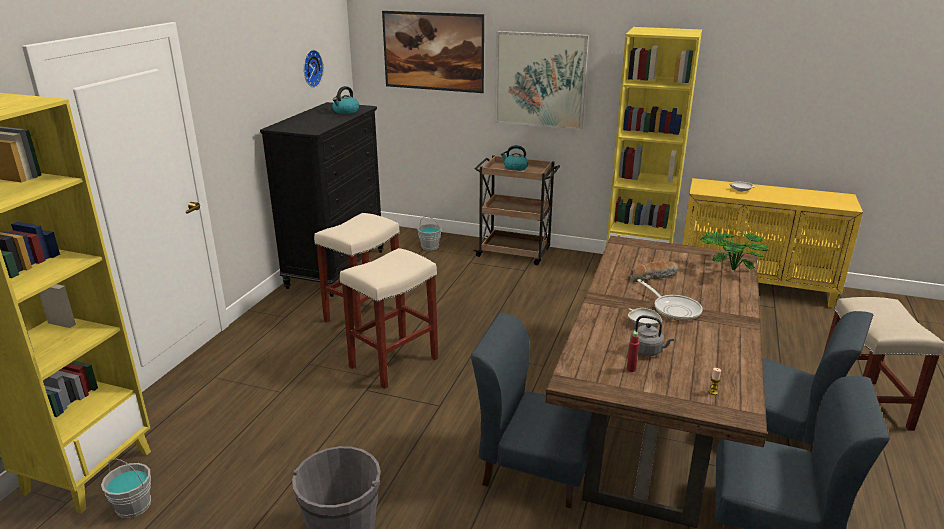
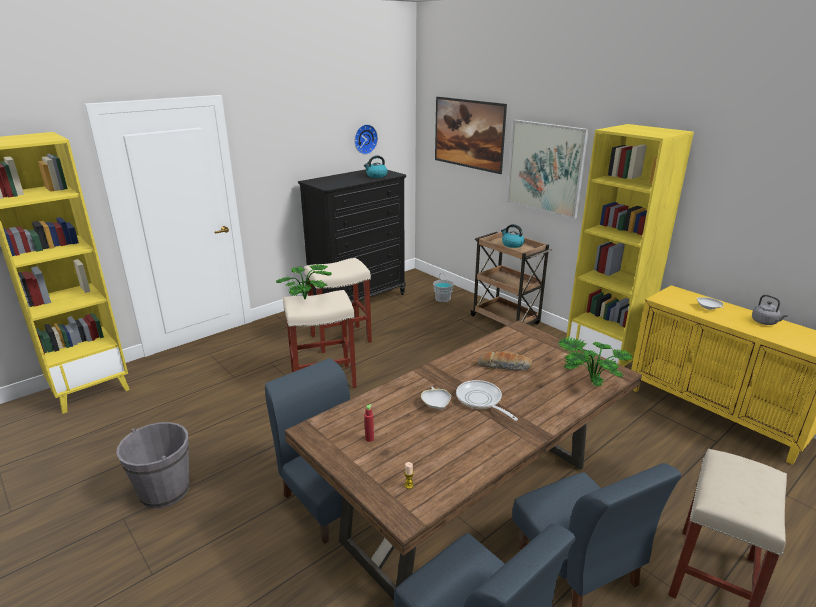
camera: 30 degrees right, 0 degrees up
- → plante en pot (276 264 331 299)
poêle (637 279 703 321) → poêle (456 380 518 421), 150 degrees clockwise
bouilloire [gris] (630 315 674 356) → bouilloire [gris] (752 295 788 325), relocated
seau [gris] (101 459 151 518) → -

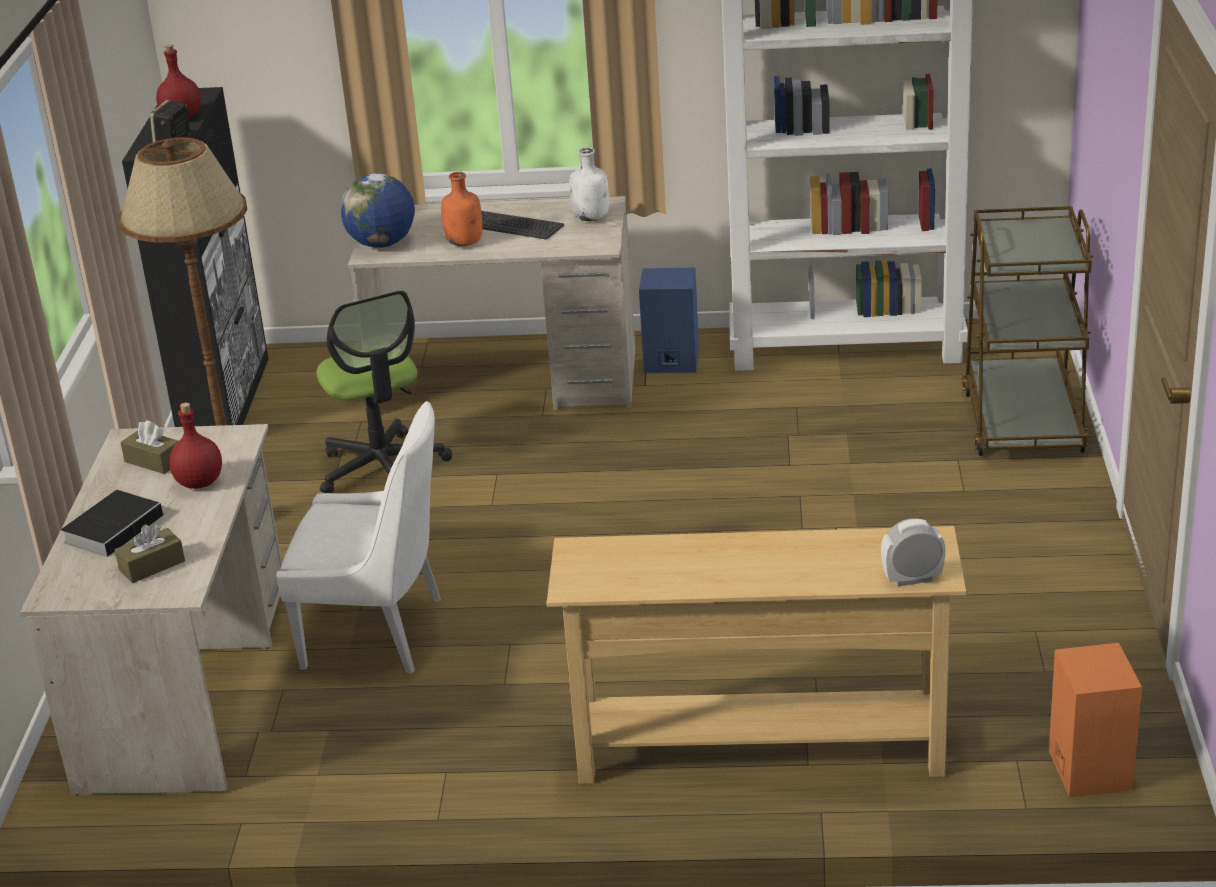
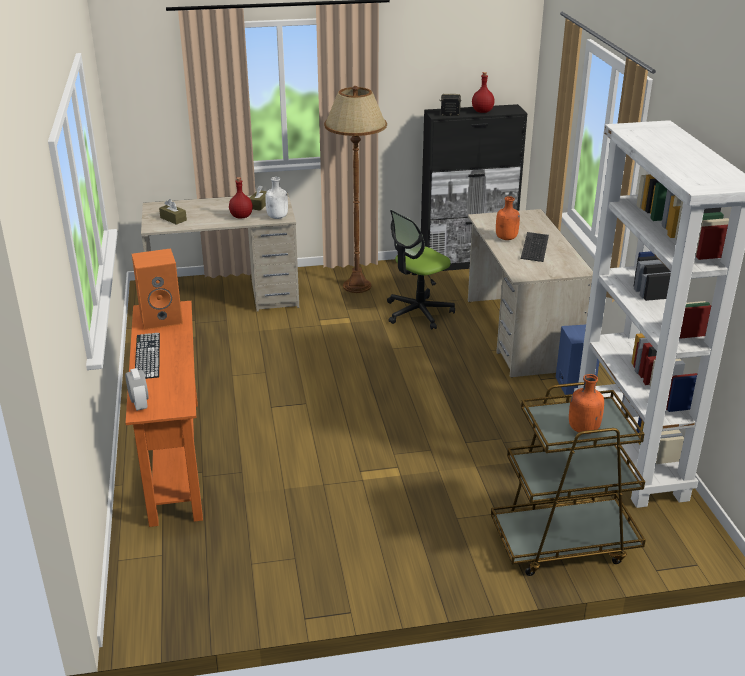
camera: 75 degrees right, 0 degrees up
table console [beige] (547 526 966 784) → table console [orange] (126 301 203 527)
enceinte [orange] (1049 643 1142 798) → enceinte [orange] (132 248 183 330), relocated
- → clavier (135 333 160 379)
bouteille [blanc] (569 148 609 221) → bouteille [blanc] (265 177 288 219), relocated
- → bouteille [orange] (569 374 604 434)
livre (61 490 171 557) → -
chaise [blanc] (276 401 441 674) → -
globe (341 173 415 248) → -

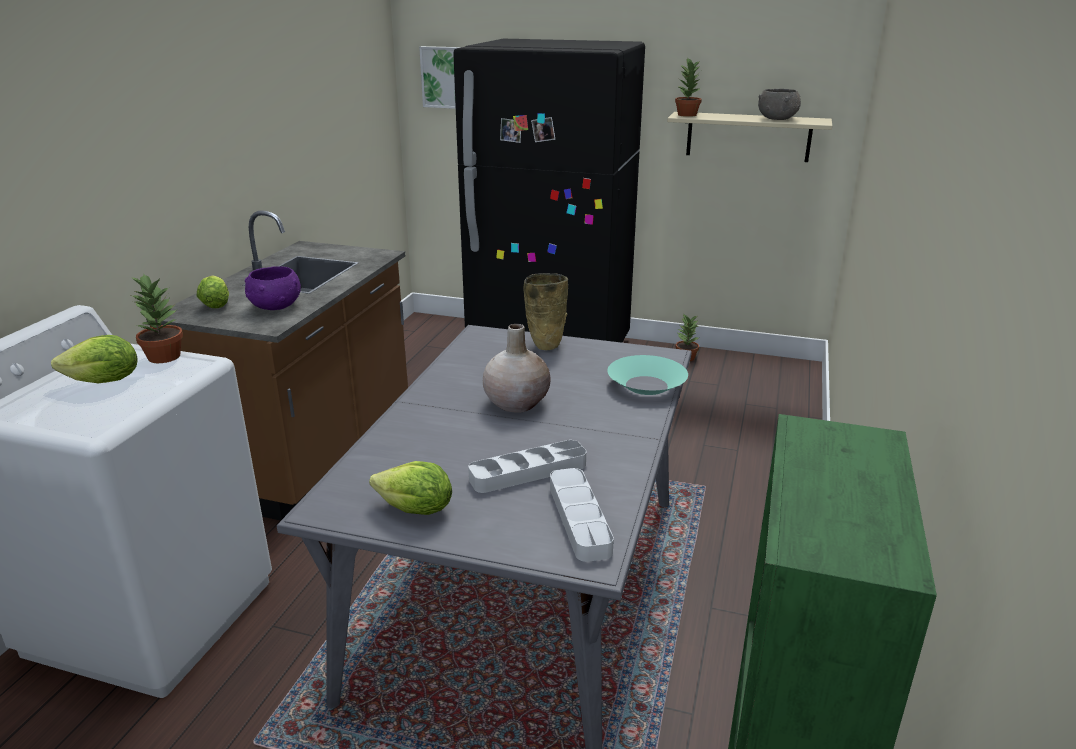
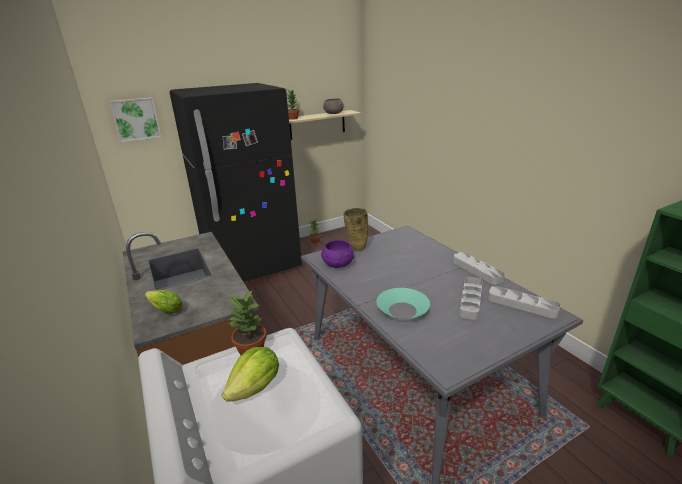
camera: 45 degrees left, 0 degrees up
bol [violet] (245 266 301 310) → bol [violet] (321 240 354 268), relocated
bol [turquoise] (607 355 688 395) → bol [turquoise] (376 288 430 319), relocated
- → plateau [gris] (453 252 505 285)
laitue (369 461 452 515) → -
vase [beige] (483 324 551 413) → -

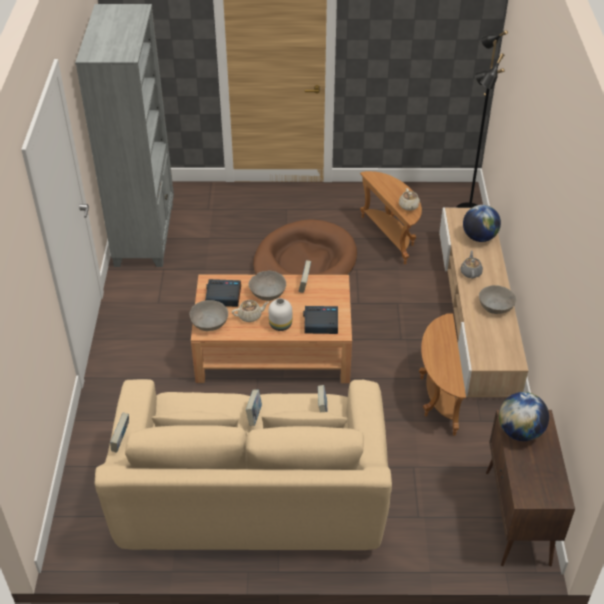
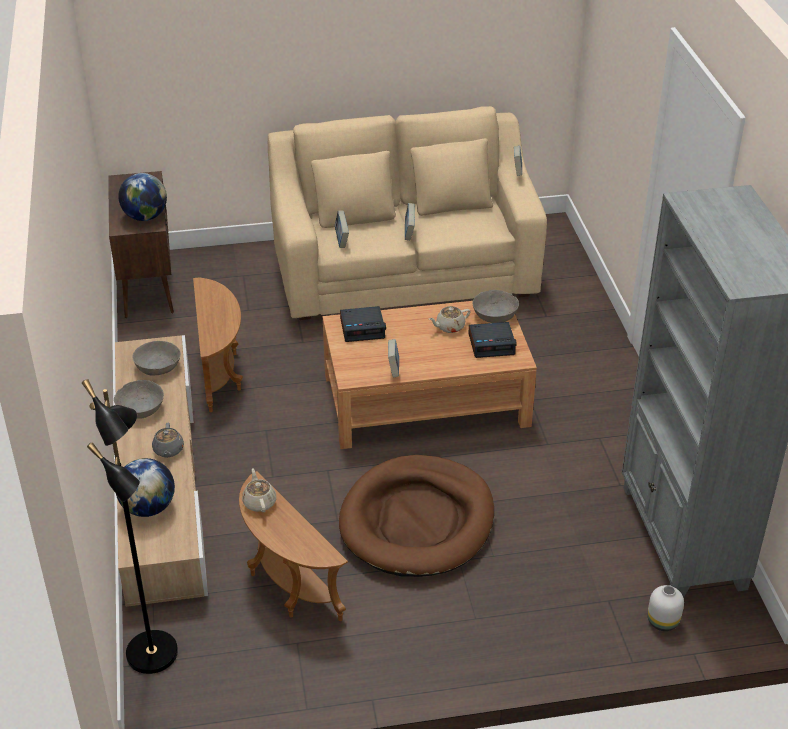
camera: 170 degrees right, 5 degrees down
bol [gris] (249 271 286 301) → bol [gris] (132 341 181 375), relocated
vase [blanc] (269 298 292 331) → vase [blanc] (647 585 684 631), relocated

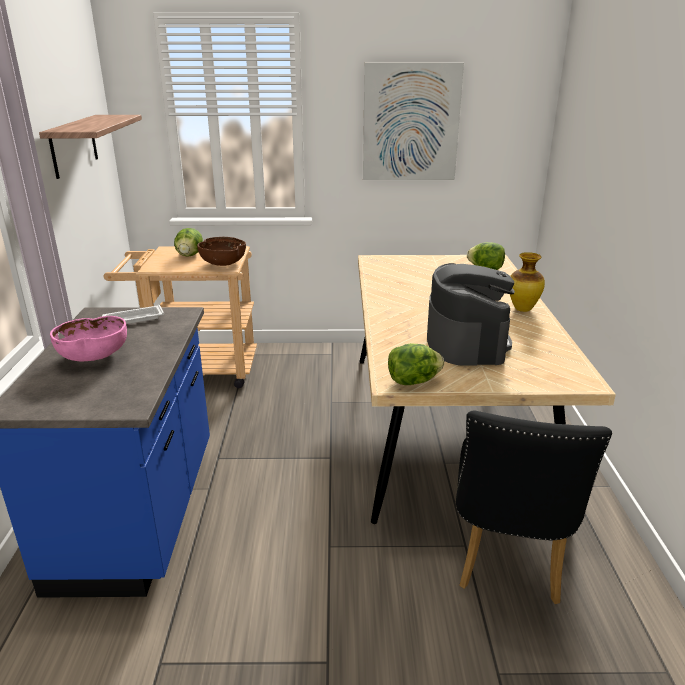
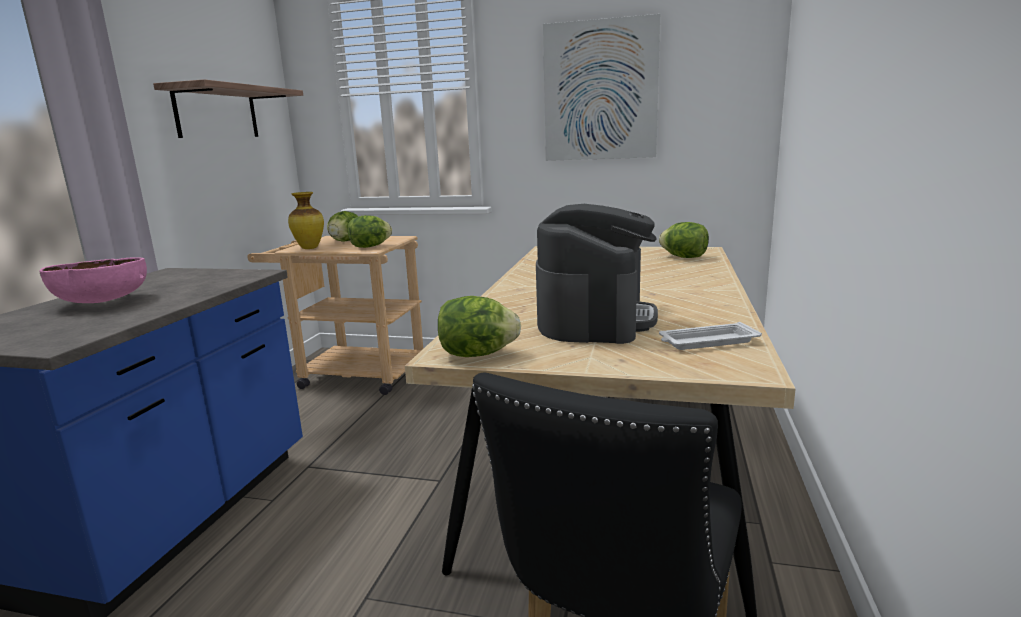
camera: 15 degrees right, 10 degrees down
vase (510 252 545 312) → vase (288 192 324 249), relocated
bol [marron] (197 237 246 266) → laitue (348 215 392 248)
plateau [blanc] (102 305 164 324) → plateau [blanc] (659 322 762 350), relocated

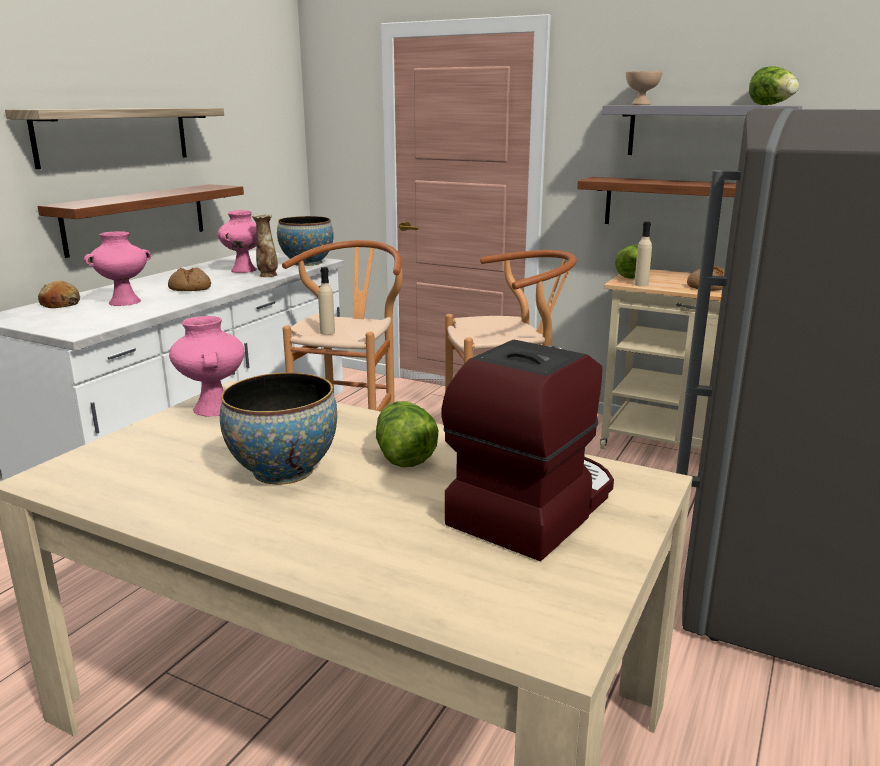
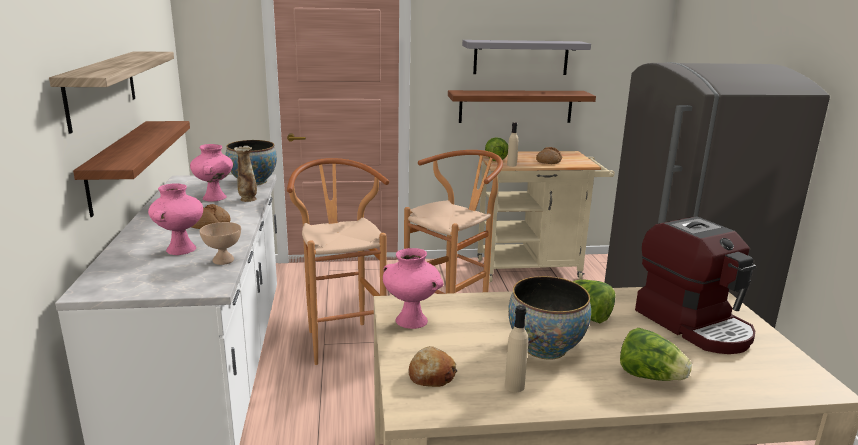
camera: 35 degrees left, 0 degrees up
bol [beige] (626 71 662 105) → bol [beige] (199 222 241 265), relocated
pain (38 281 80 308) → pain (408 346 458 387), relocated
bouteille [beige] (318 267 335 335) → bouteille [beige] (505 305 528 392), relocated
laitue (749 66 799 105) → laitue (620 328 692 381), relocated
machine à café (441 340 614 561) → machine à café (635 216 756 354), 150 degrees clockwise

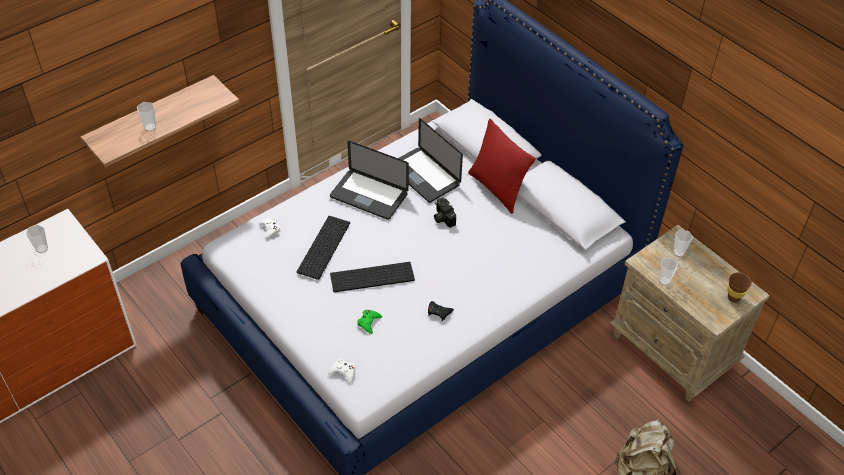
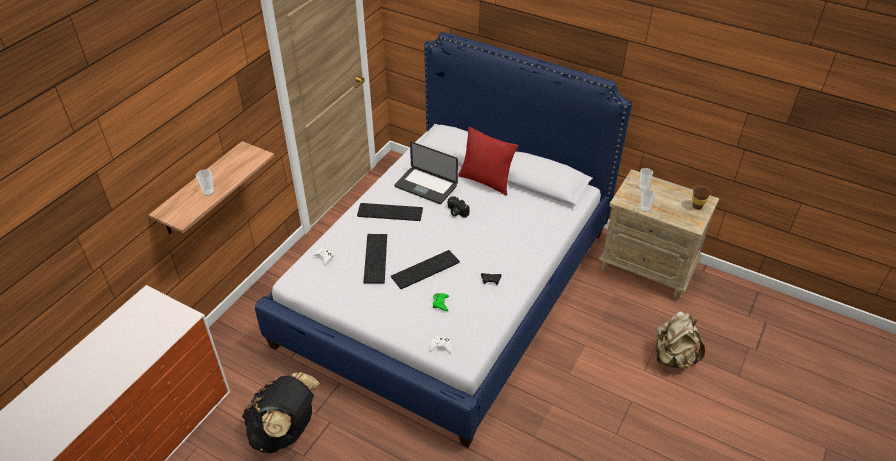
camera: 20 degrees left, 5 degrees down
- → sac à dos [noir] (242 372 320 453)
ordinateur portable (330 141 409 220) → clavier (357 203 423 221)
tasse (26 225 48 253) → -

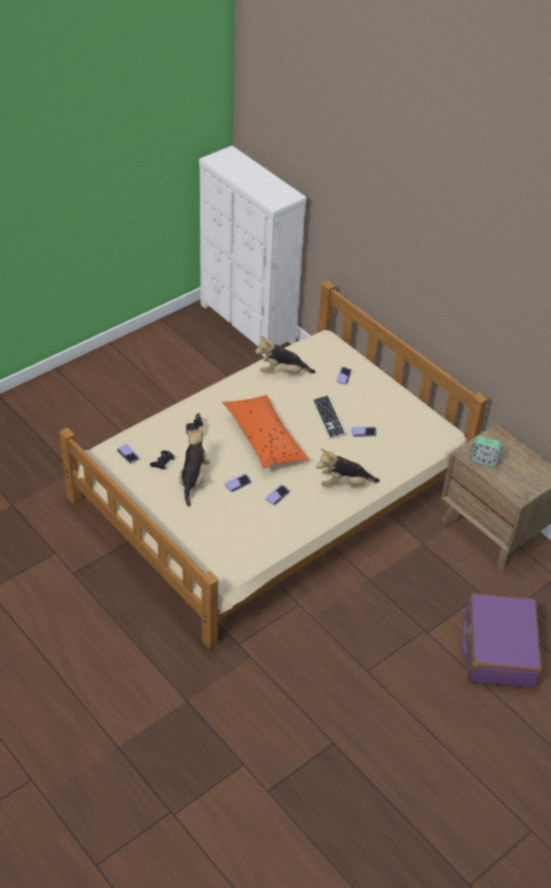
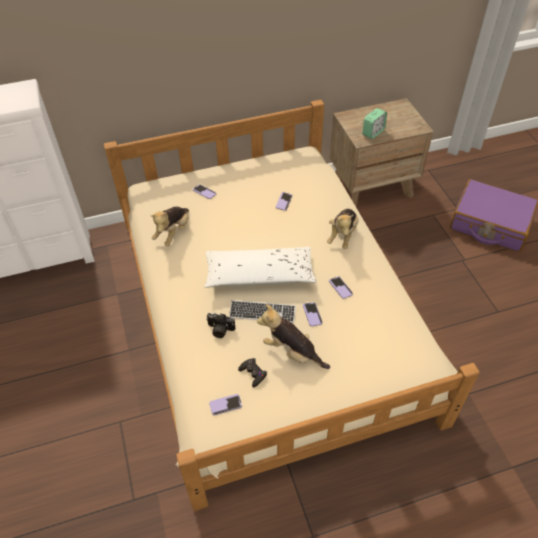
camera: 65 degrees left, 5 degrees up
coussin [orange] (222 395 309 469) → coussin [blanc] (204 247 317 288)
clavier (313 395 346 439) → clavier (229 300 296 323), relocated

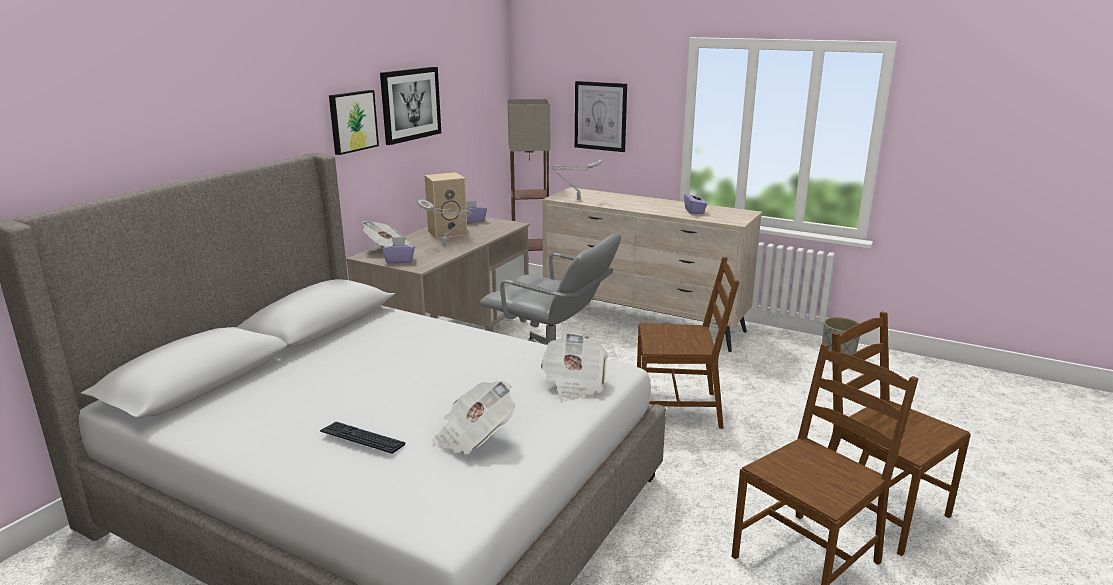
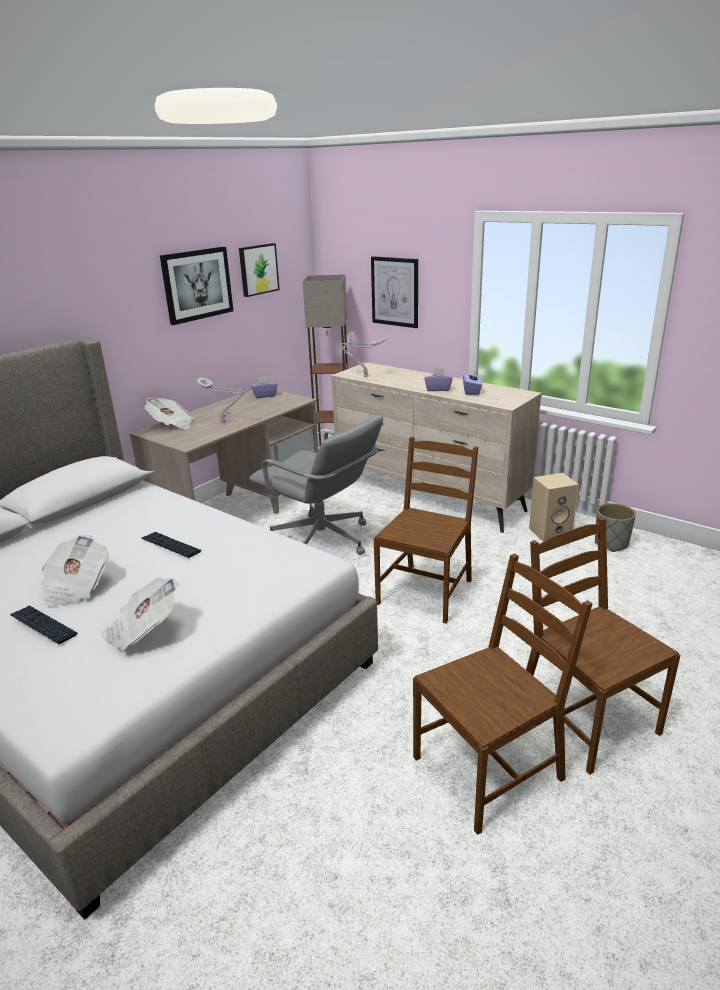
camera: 10 degrees right, 5 degrees up
journal (541 332 608 401) → journal (41 535 109 607), relocated
- → clavier (141 532 201 558)
tableau (329 90 379 155) → tableau (239 243 280 297), relocated
chaise [marron] (637 257 739 429) → chaise [marron] (374 437 478 624), 75 degrees counterclockwise
boîte à mouchoirs [violet] (382 237 415 263) → boîte à mouchoirs [violet] (424 368 453 391), relocated
enceinte [beige] (424 172 468 239) → enceinte [beige] (529 473 579 541), relocated

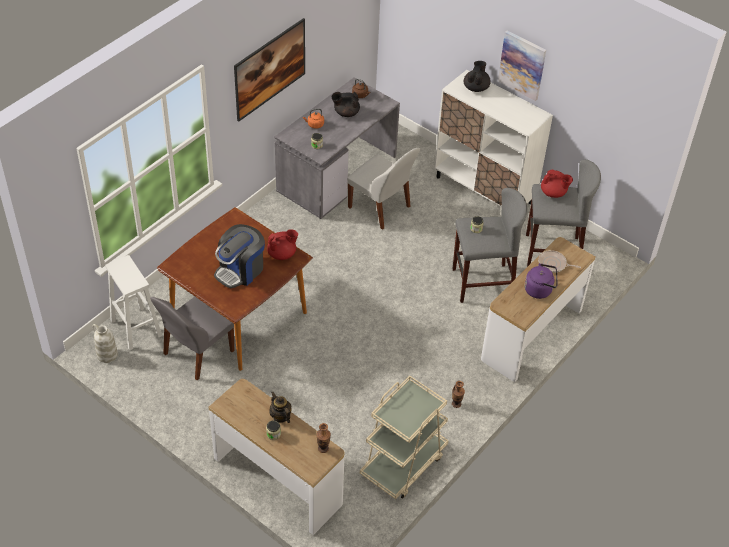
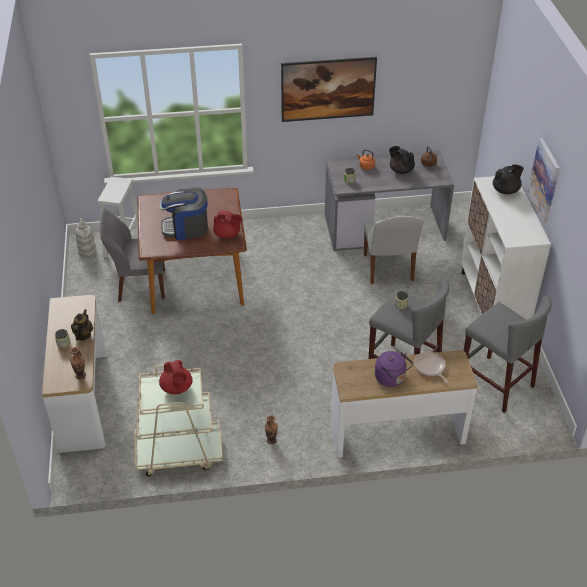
camera: 45 degrees right, 5 degrees down
théière [rouge] (541 169 573 198) → théière [rouge] (159 360 193 395), relocated

